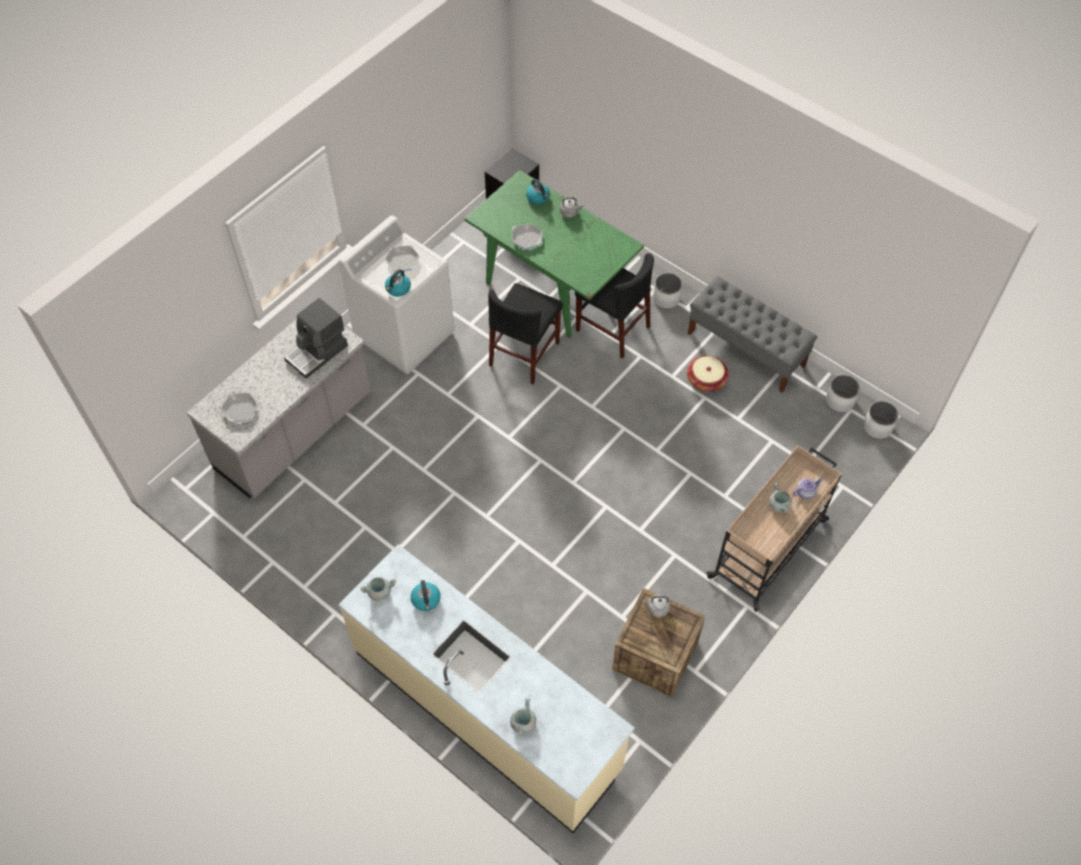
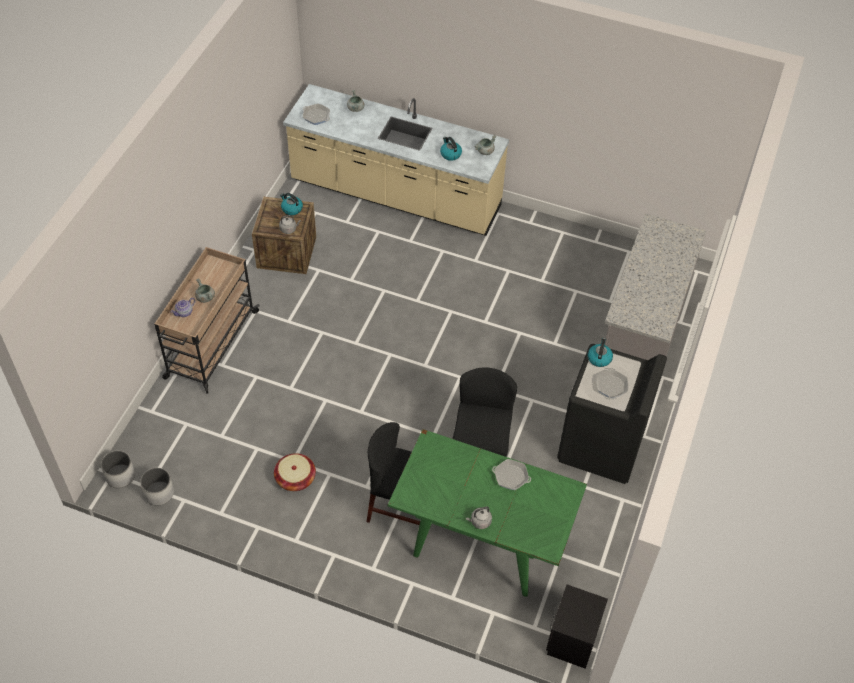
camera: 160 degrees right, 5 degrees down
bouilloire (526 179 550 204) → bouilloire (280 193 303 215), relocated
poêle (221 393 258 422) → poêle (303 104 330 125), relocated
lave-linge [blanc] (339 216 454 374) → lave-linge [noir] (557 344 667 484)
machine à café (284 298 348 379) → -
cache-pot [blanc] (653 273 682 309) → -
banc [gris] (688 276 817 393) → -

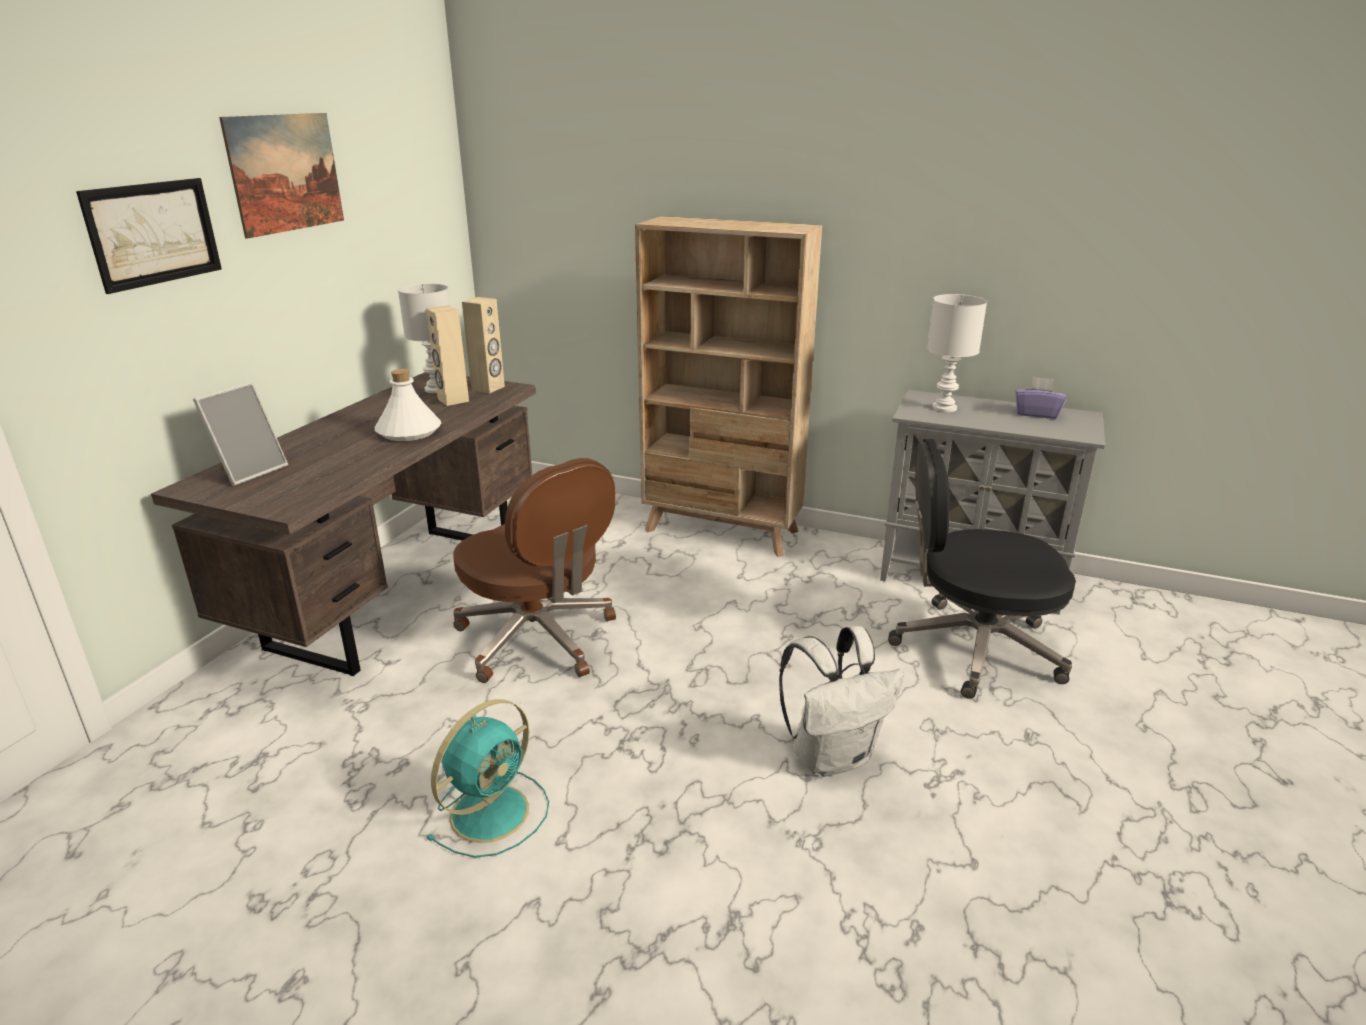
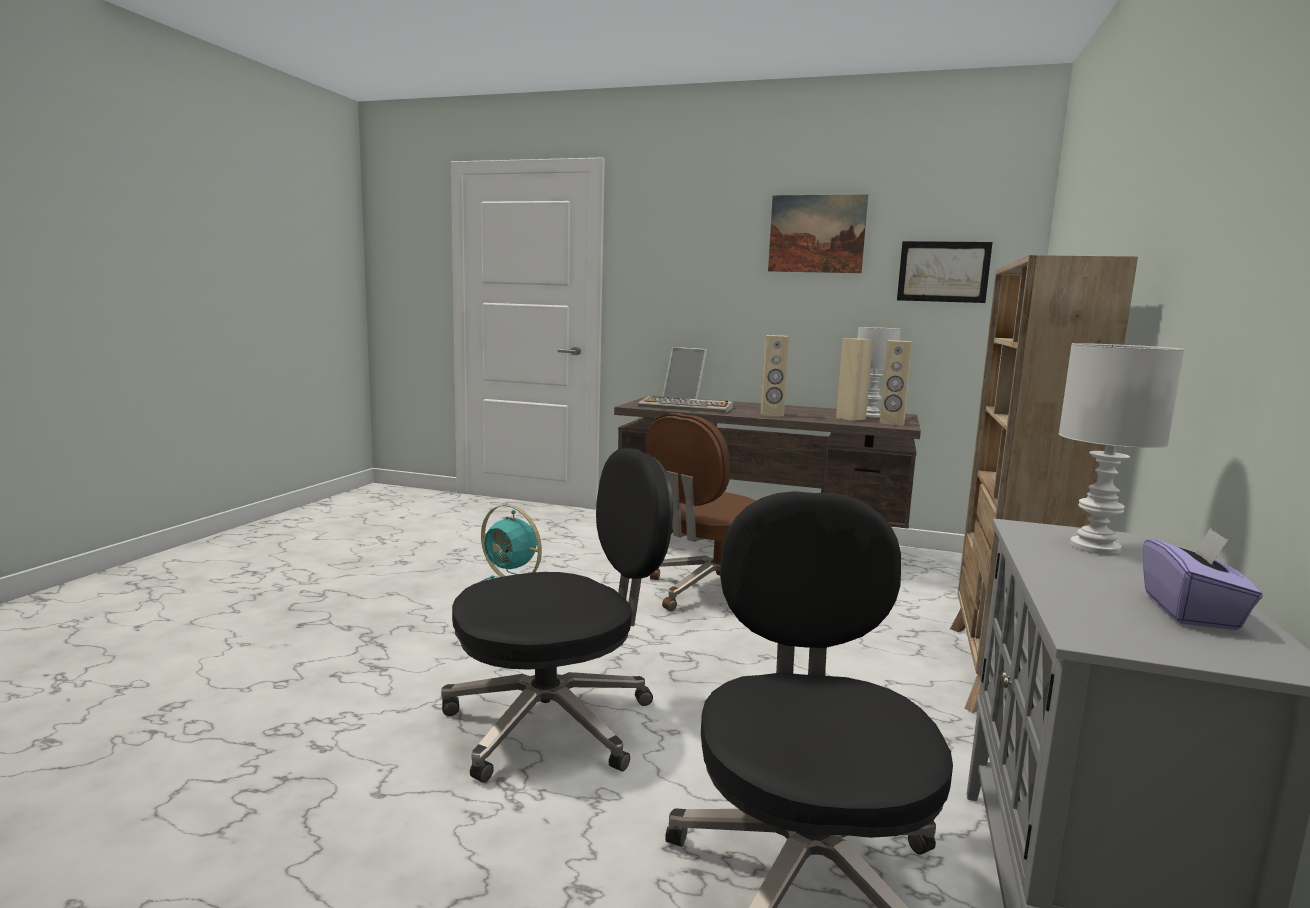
camera: 85 degrees right, 15 degrees down
sac à dos [blanc] (779 626 904 777) → chaise de bureau [noir] (441 448 673 783)
- → clavier (638 396 733 413)
bouteille [blanc] (375 369 441 441) → enceinte [beige] (760 335 789 416)
tableau (76 178 222 294) → tableau (897 241 993 303), relocated

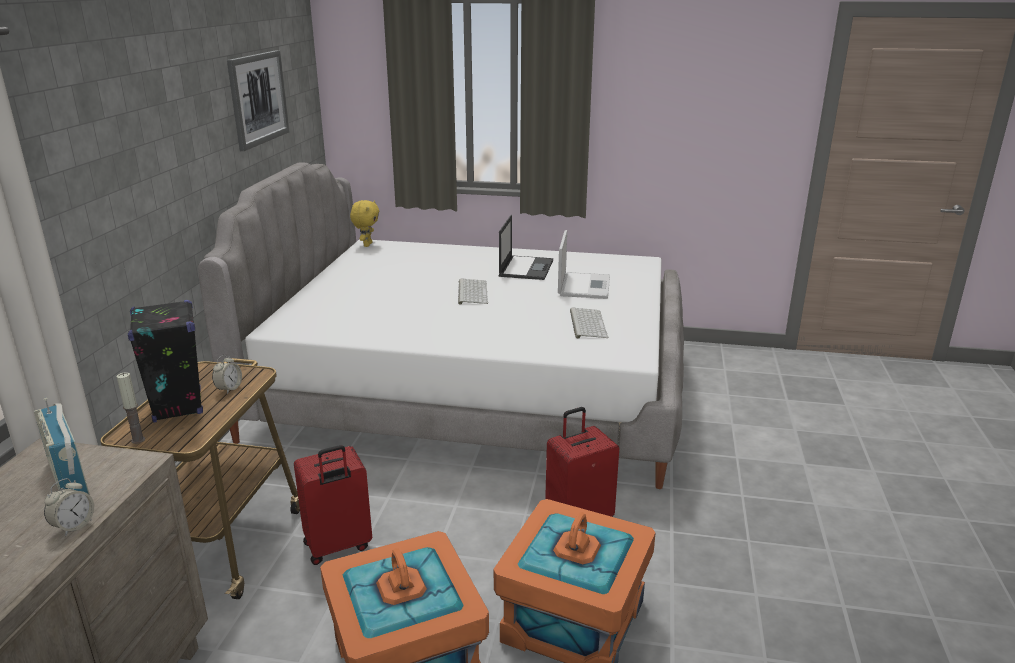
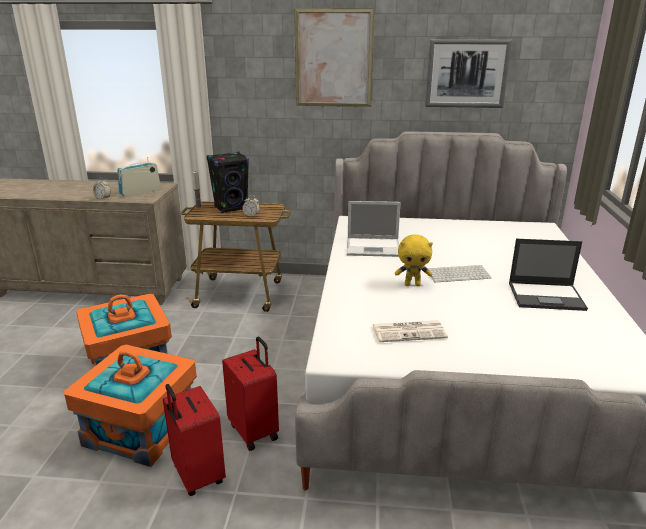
camera: 85 degrees right, 0 degrees up
valise [rouge] (294 445 372 565) → valise [rouge] (163 384 226 496), relocated
- → tableau (294 8 375 107)
ordinateur portable (558 230 610 299) → ordinateur portable (347 201 401 257), relocated
clavier (570 308 608 339) → journal (373 320 448 342)
peluche [jaune] (350 200 379 247) → peluche [jaune] (395 234 433 286), relocated

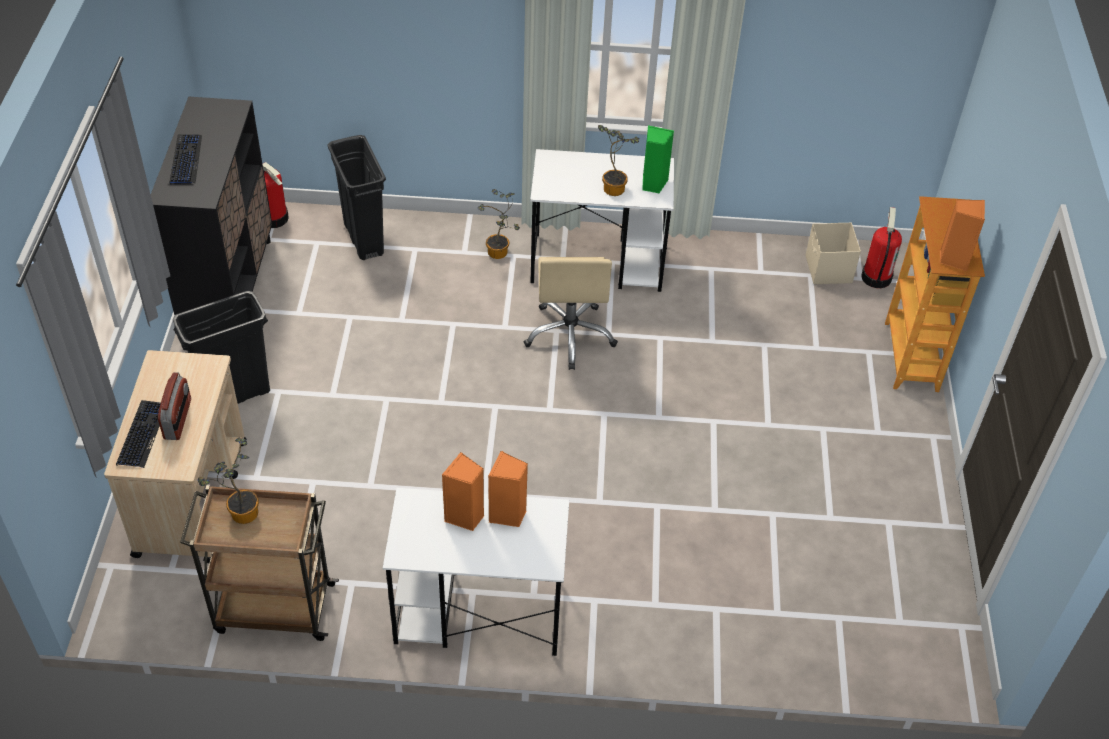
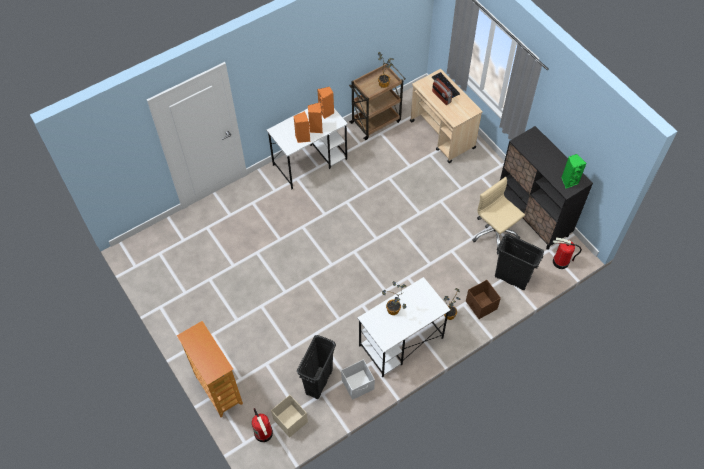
camera: 145 degrees right, 10 degrees up
poubelle [noir] (173 291 270 404) → poubelle [noir] (297 335 336 399), relocated
enceinte [orange] (940 200 985 271) → enceinte [orange] (317 87 334 119), relocated
- → boîte de rangement [blanc] (341 359 375 400)
- → boîte de rangement [marron] (466 280 501 319)
chaise de bureau [beige] (524 257 618 370) → chaise de bureau [beige] (472 177 525 255), relocated
enceinte [vert] (642 125 674 194) → enceinte [vert] (561 154 586 188), relocated
clavier (169 134 202 185) → -

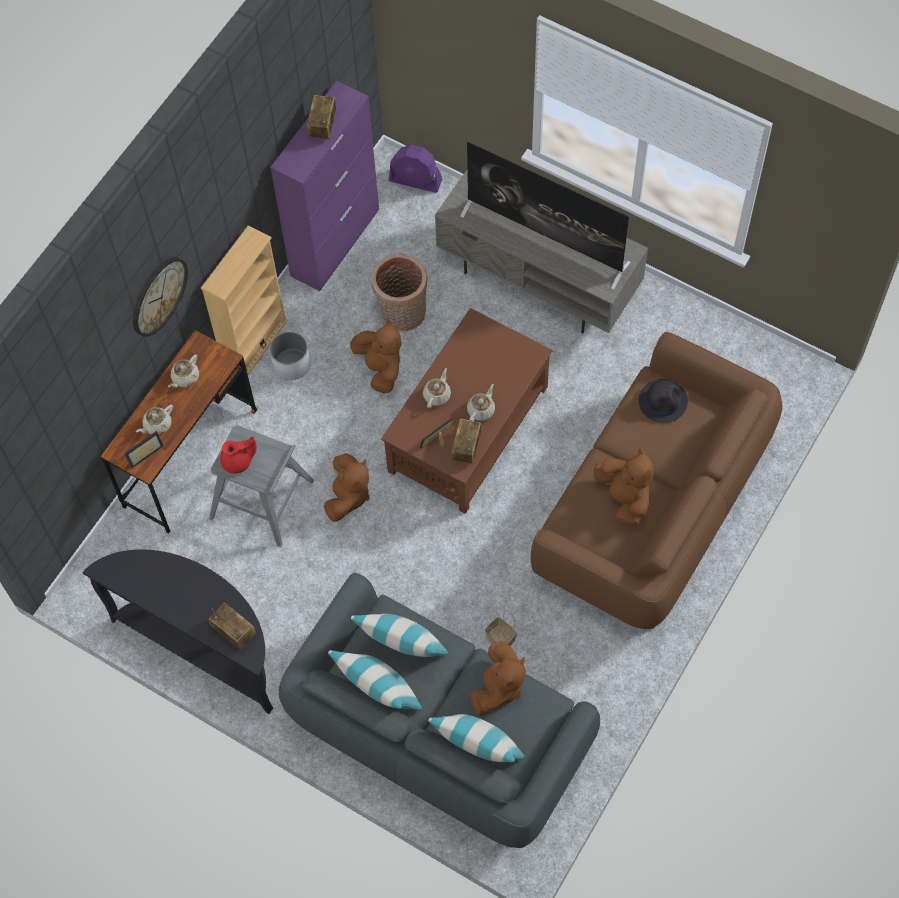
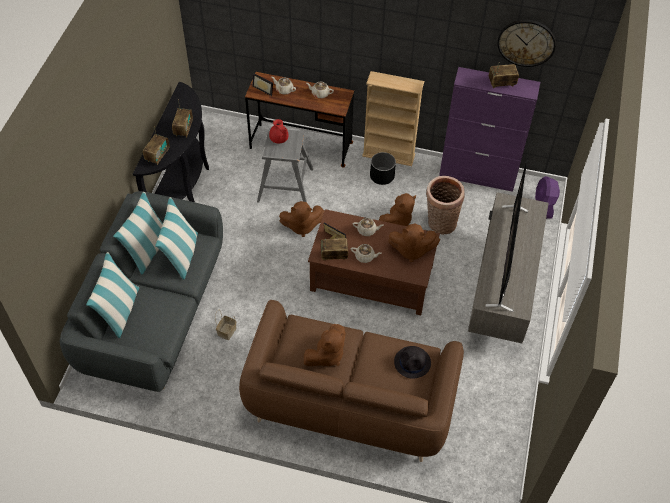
camera: 70 degrees right, 10 degrees down
- → radio (172 99 193 138)
cache-pot [blanc] (270 331 311 380) → cache-pot [noir] (370 152 396 185)
peluche [marron] (470 641 526 715) → peluche [marron] (388 224 440 262), relocated
horloge murale (133 257 188 337) → horloge murale (497 20 556 67), relocated

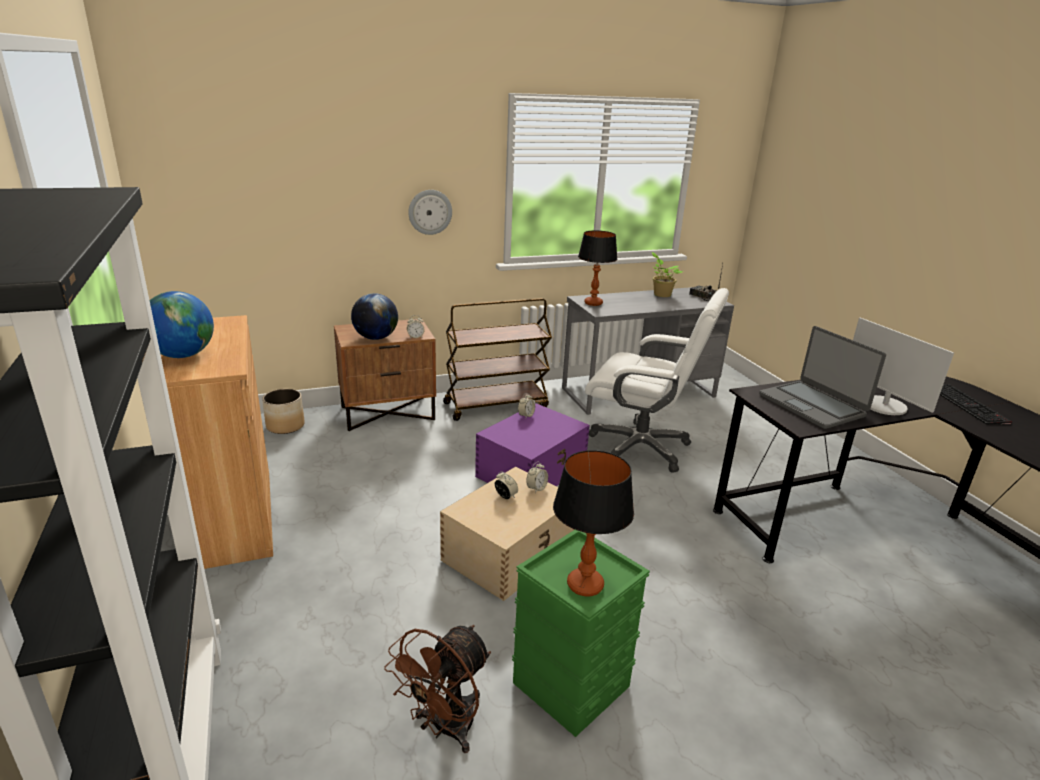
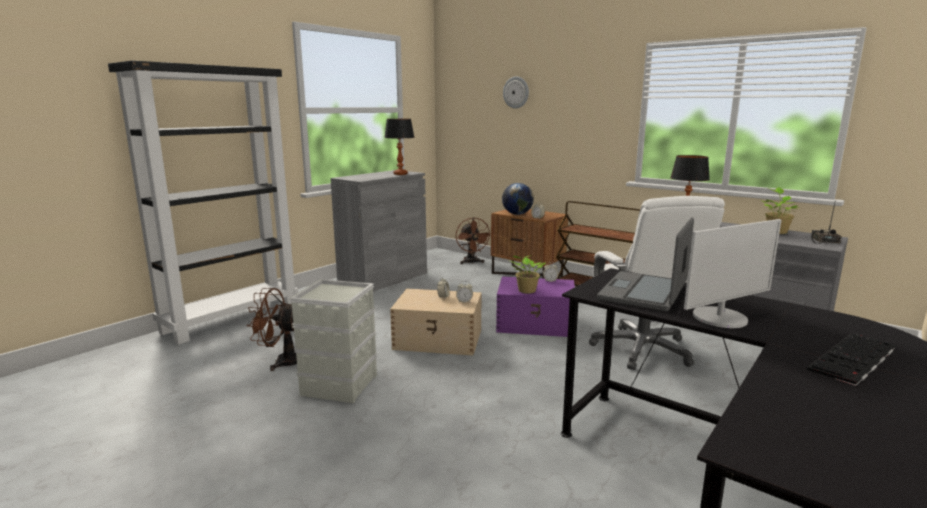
camera: 60 degrees right, 10 degrees down
boîte de rangement [vert] (512 530 650 737) → boîte de rangement [gris] (289 279 377 403)
meuble de rangement [marron] (161 315 273 569) → meuble de rangement [gris] (330 170 427 292)
lampe de table (553 450 634 597) → lampe de table (384 119 415 175), relocated
cache-pot (262 389 305 434) → ventilateur [marron] (456 217 490 264)
horloge murale (408 190 452 235) → horloge murale (503 76 529 109), relocated
- → plante en pot (510 256 546 294)
écran d'ordinateur (853 317 954 415) → écran d'ordinateur (684 219 781 328), 150 degrees counterclockwise
globe (150 291 214 358) → -

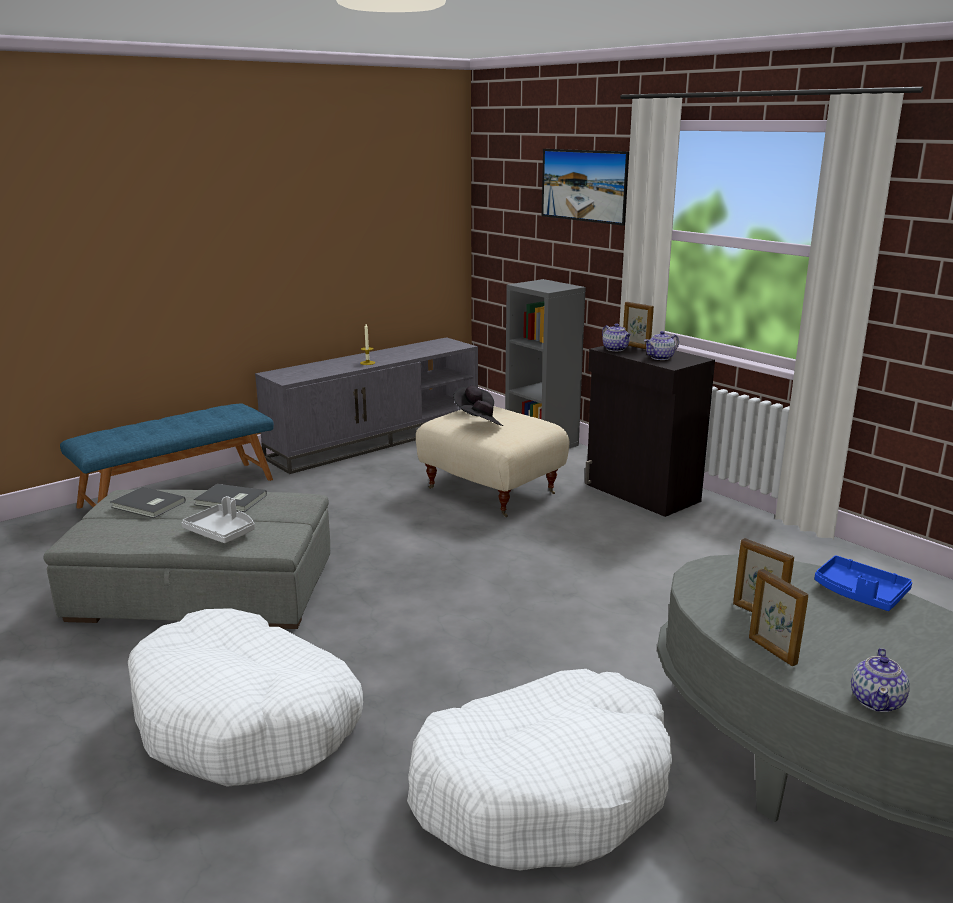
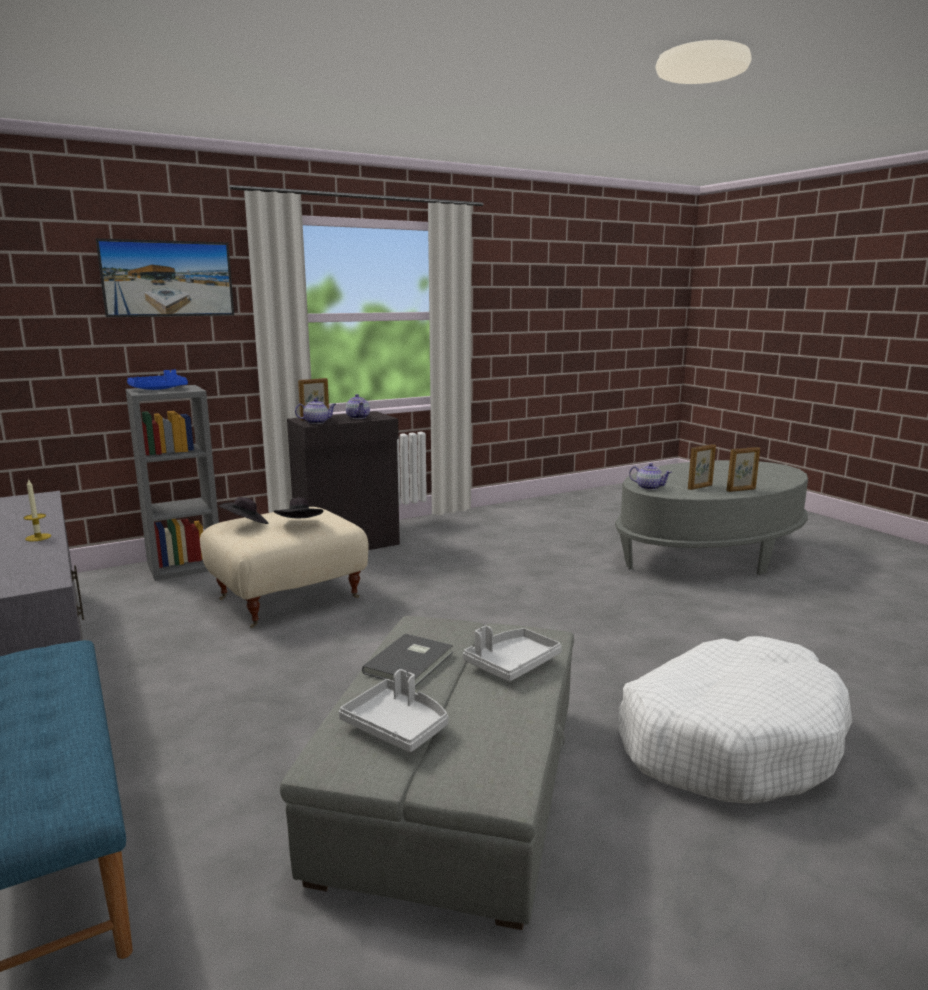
camera: 80 degrees left, 5 degrees down
plateau [bleu] (815 555 912 611) → plateau [bleu] (127 369 188 390), relocated
livre [gris] (110 487 185 518) → plateau [gris] (339 669 448 752)
théière (851 648 910 712) → théière (629 463 672 490), relocated
panier pour chien [blanc] (407 669 672 871) → -

